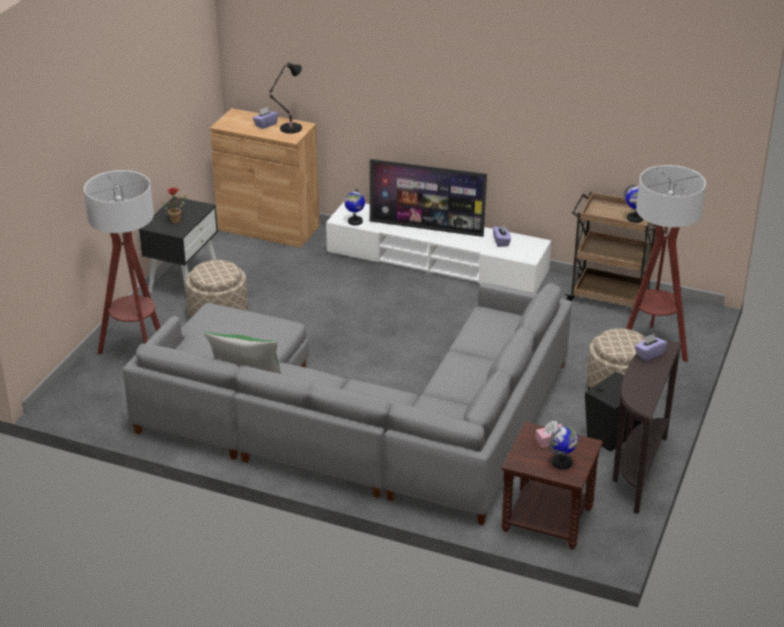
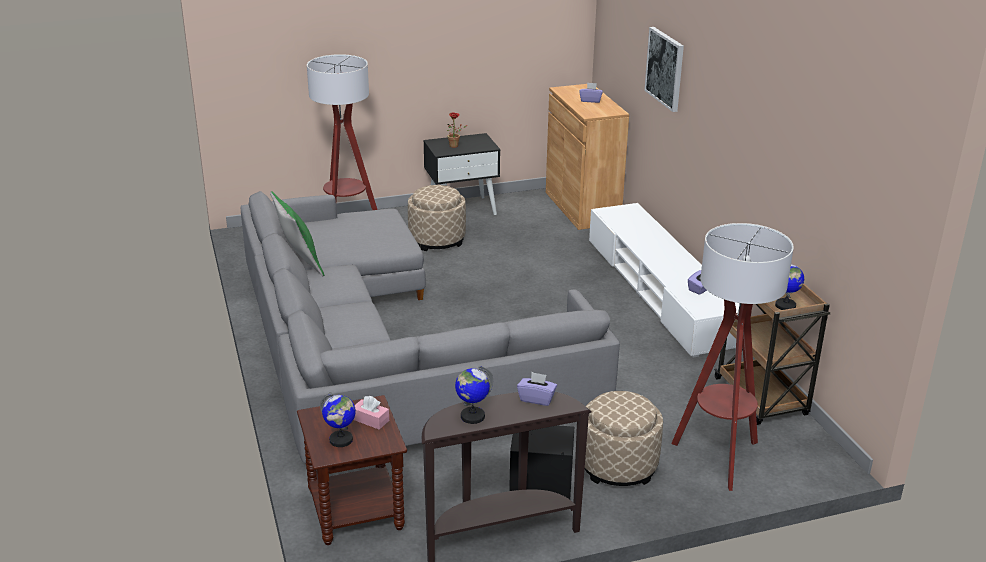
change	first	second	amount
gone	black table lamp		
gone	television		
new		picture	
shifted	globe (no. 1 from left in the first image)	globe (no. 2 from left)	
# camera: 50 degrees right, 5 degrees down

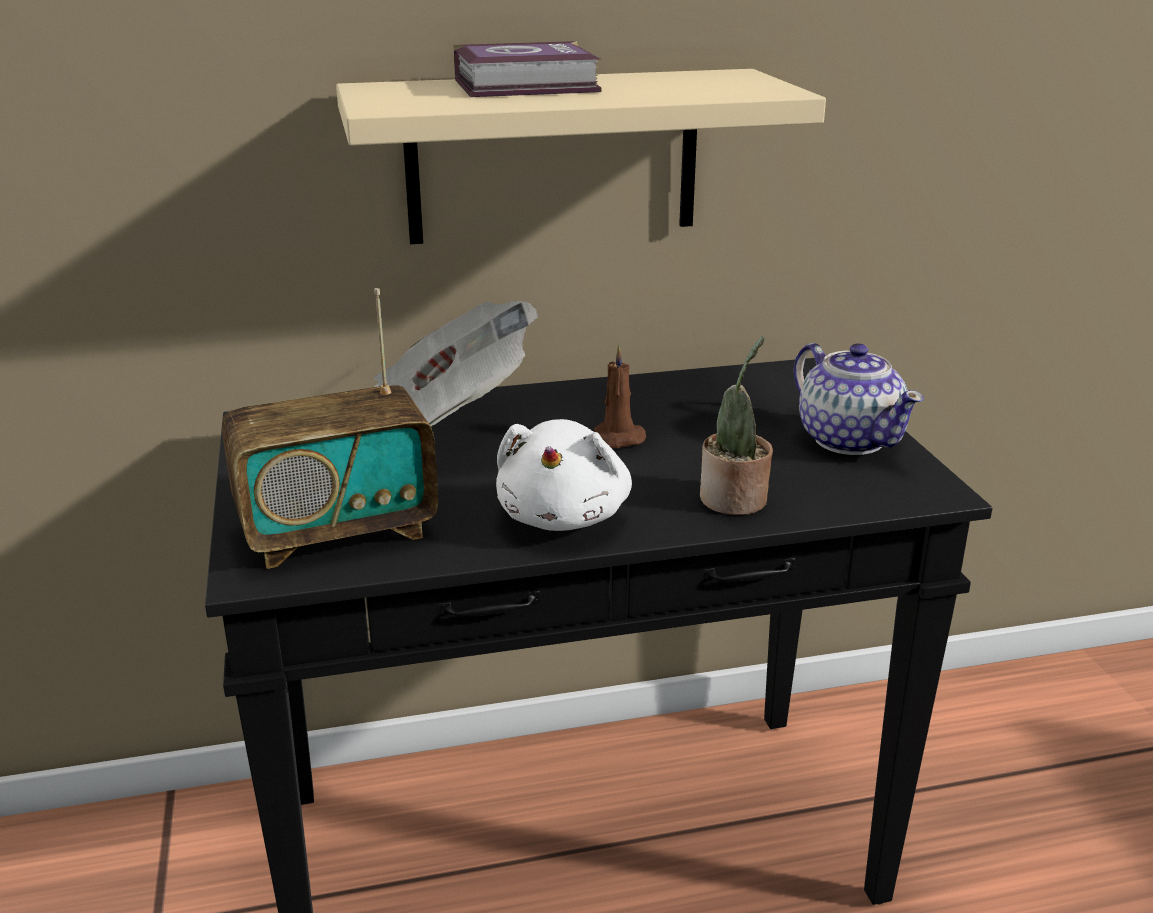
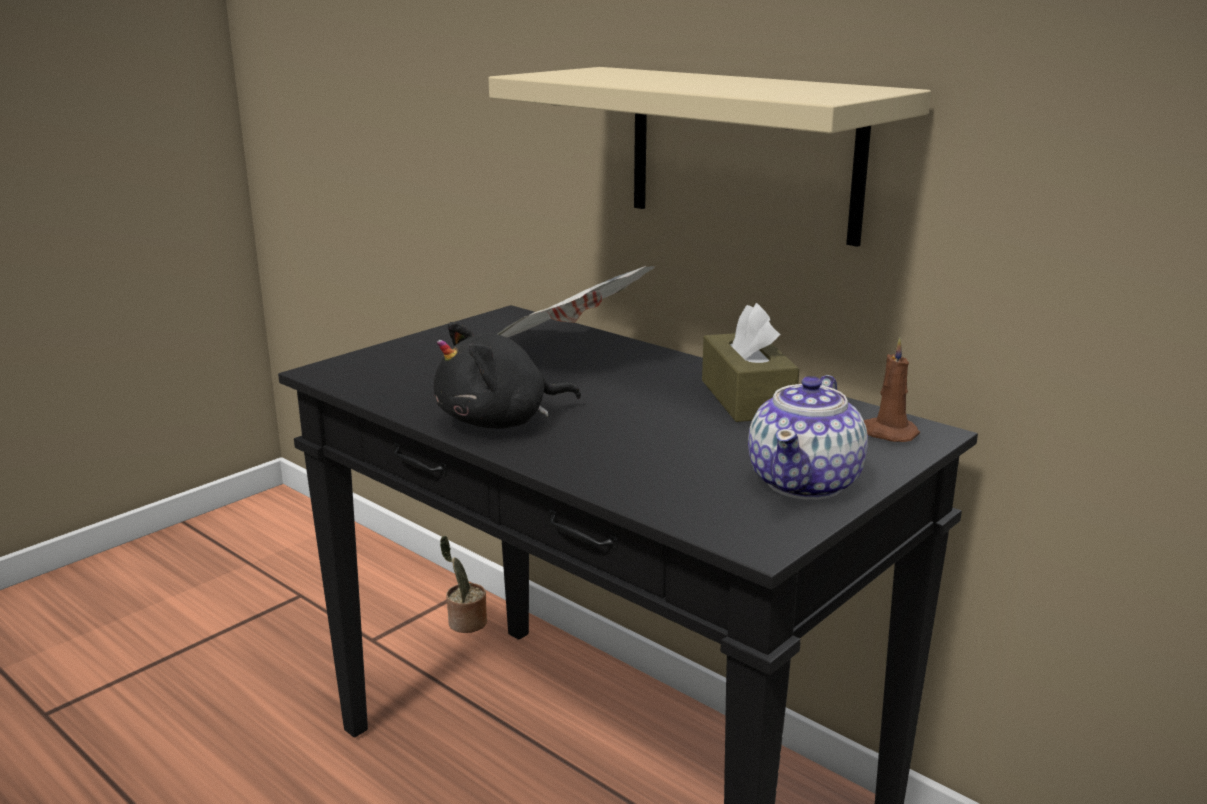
change	first	second	amount
gone	radio		
gone	book		
new		brown tissue box	
shifted	brown candle		
shifted	potted plant		
repainted	white plush toy	black plush toy	
# camera: 55 degrees right, 5 degrees down

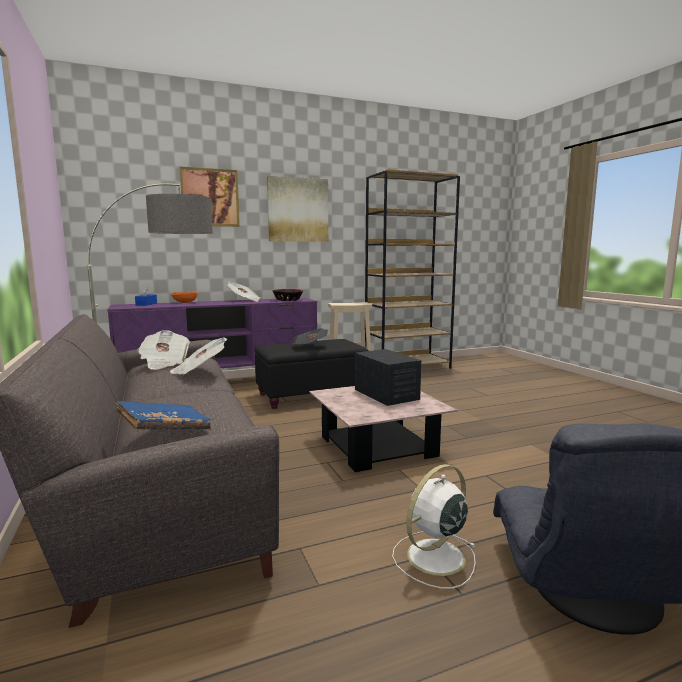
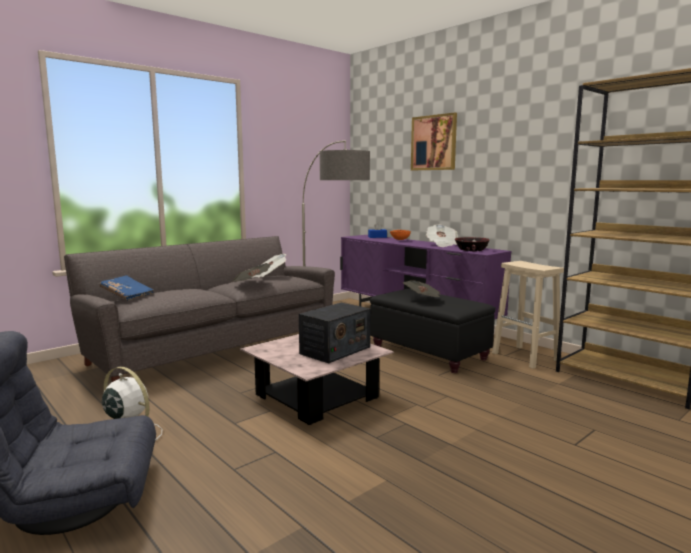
change	first	second	amount
gone	picture (no. 2 from left)		
# camera: 70 degrees right, 0 degrees up

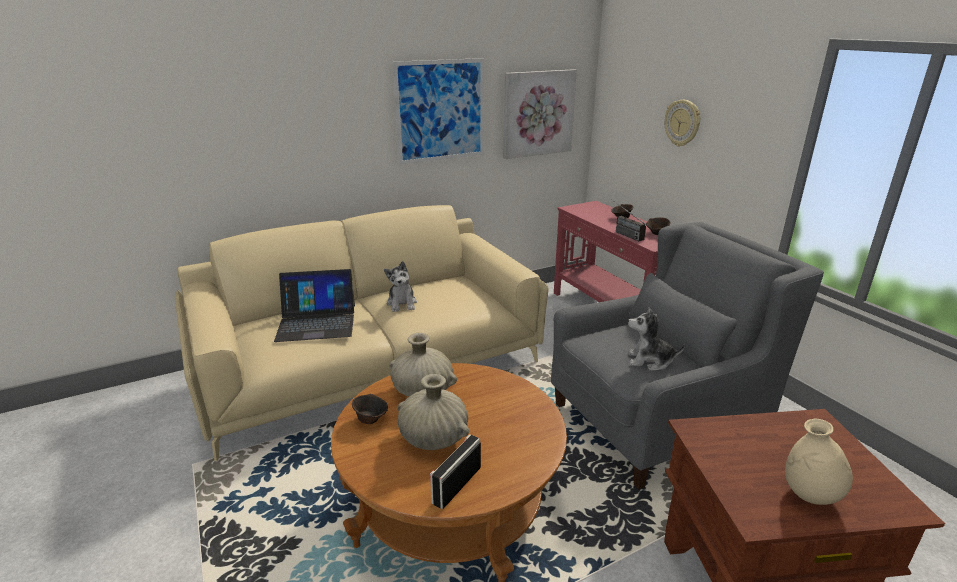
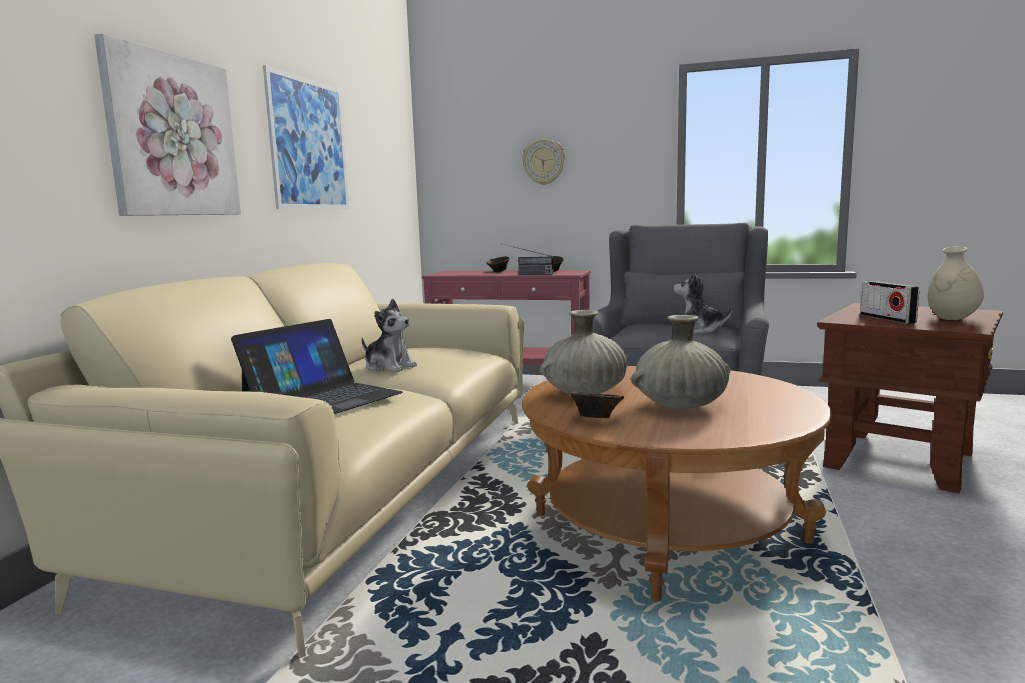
change	first	second	amount
shifted	radio (no. 1 from left in the first image)	radio (no. 2 from left)	
shifted	picture (no. 2 from left in the first image)	picture (no. 1 from left)	
rotated	plush toy (no. 2 from left)		60 degrees clockwise
# camera: 45 degrees left, 15 degrees down

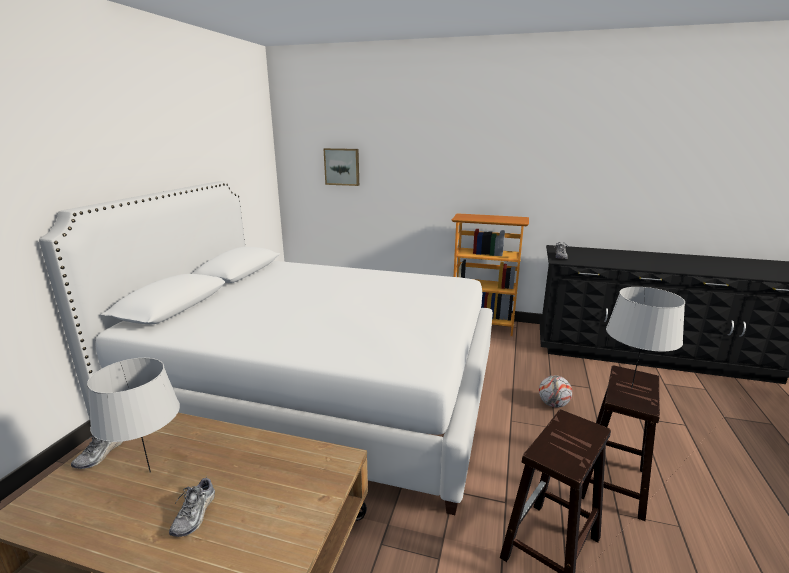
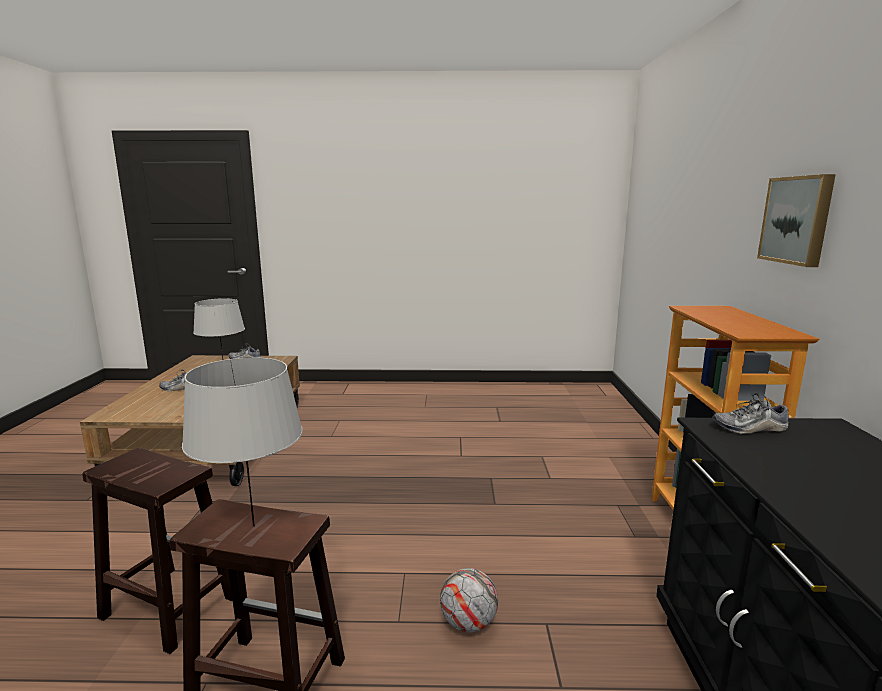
change	first	second	amount
gone	white bed		
shifted	picture		
# camera: 75 degrees right, 5 degrees down

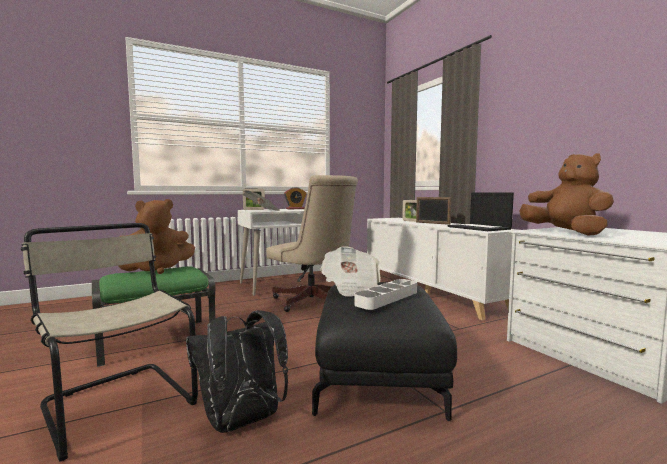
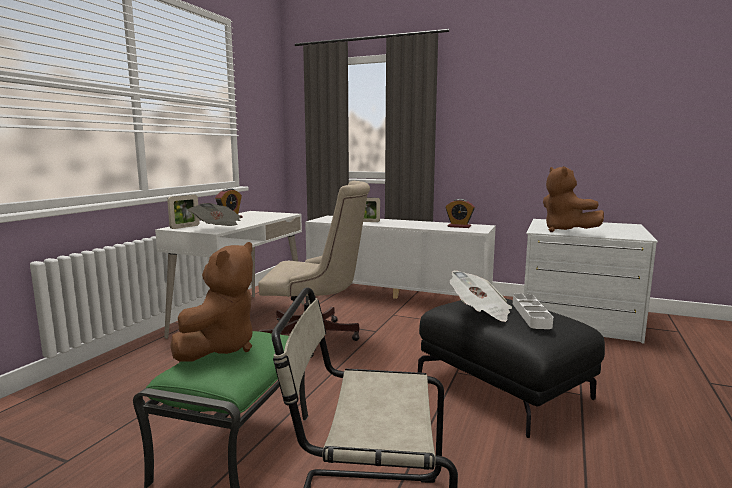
change	first	second	amount
gone	black backpack		
gone	picture frame (no. 3 from left)		
swapped	laptop	alarm clock (no. 2 from left)	
rotated	brown plush toy (no. 2 from left)		135 degrees counterclockwise
# camera: 40 degrees left, 5 degrees up

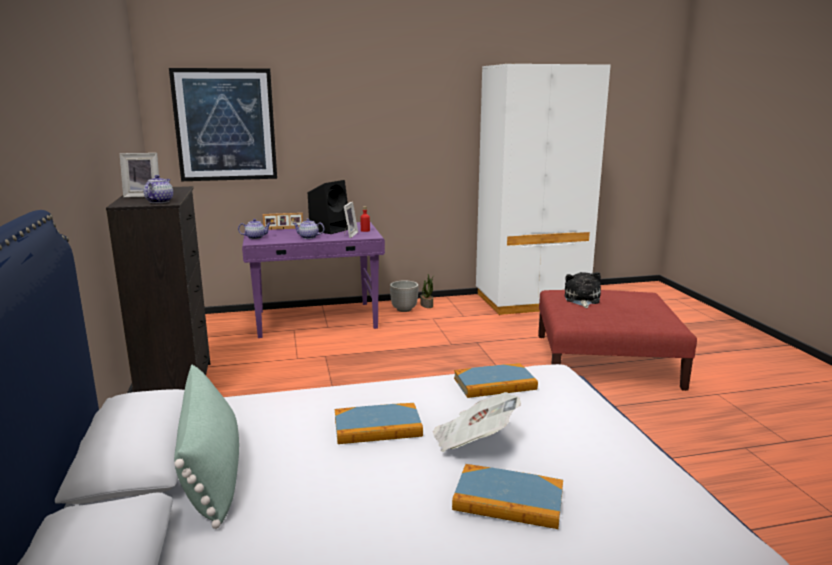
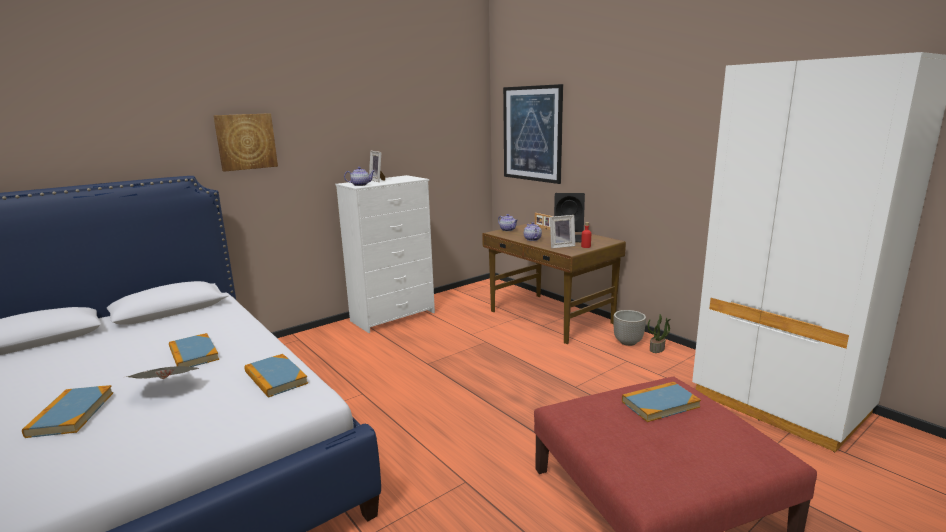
change	first	second	amount
gone	green pillow		
new		picture (no. 1 from left)	
swapped	plush toy	book (no. 4 from left)	
repainted	black dresser	white dresser	
repainted	purple desk	brown desk	
# camera: 65 degrees right, 0 degrees up

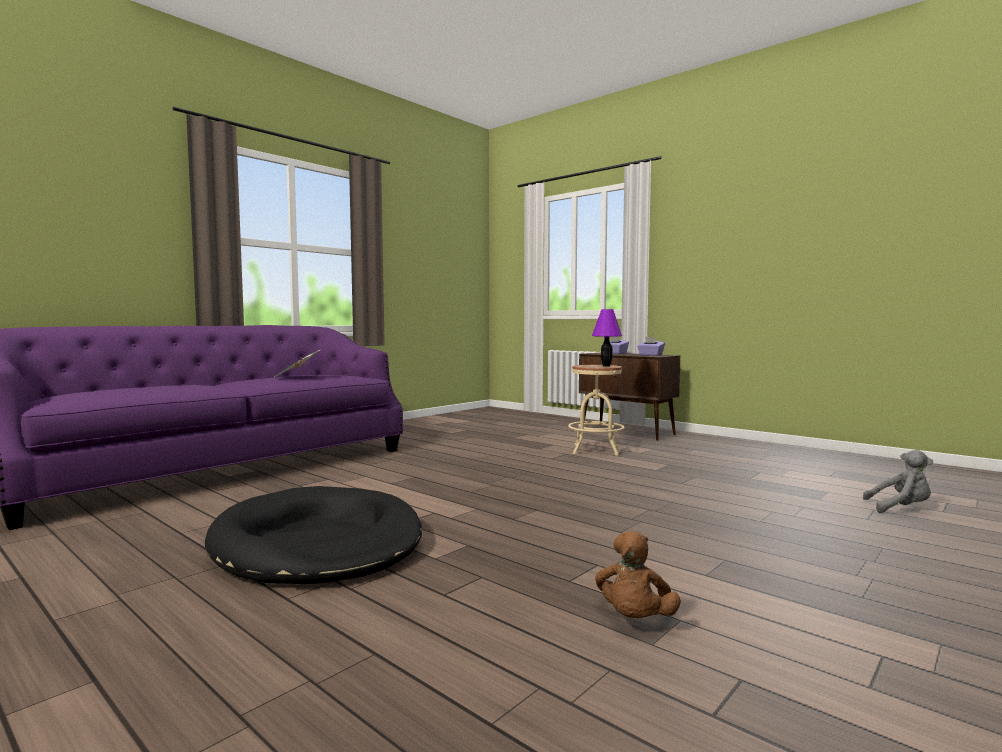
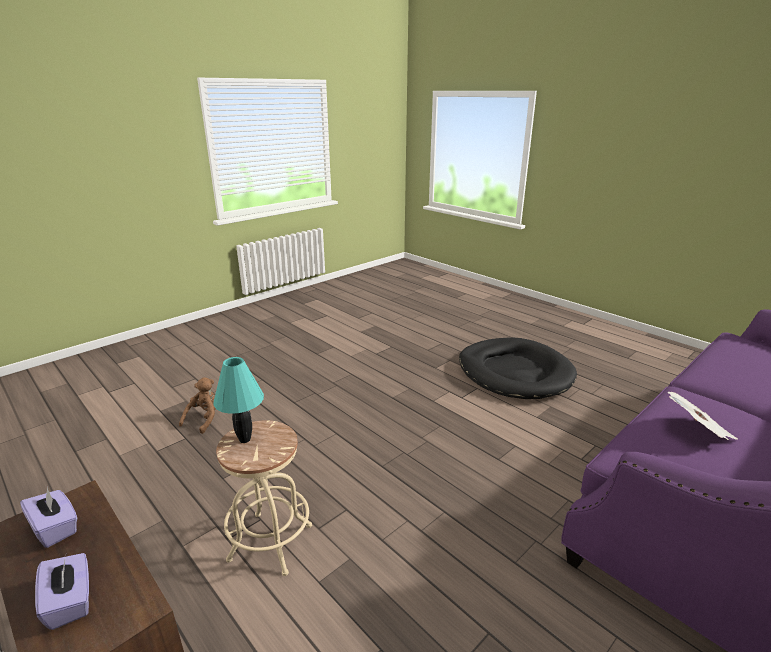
change	first	second	amount
gone	grey plush toy		
shifted	brown plush toy		
repainted	purple table lamp	turquoise table lamp	
# camera: 175 degrees left, 20 degrees up

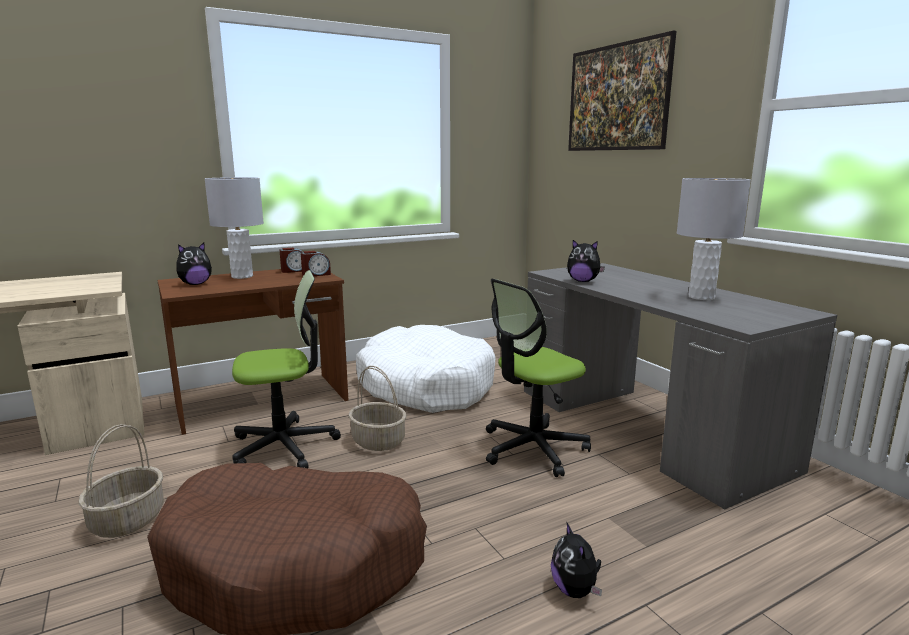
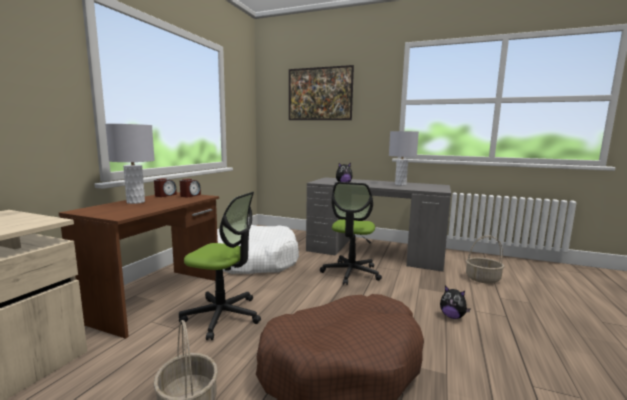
change	first	second	amount
gone	plush toy (no. 1 from left)		
shifted	basket (no. 2 from left)		
rotated	office chair (no. 1 from left)		75 degrees clockwise
# camera: 40 degrees left, 5 degrees down

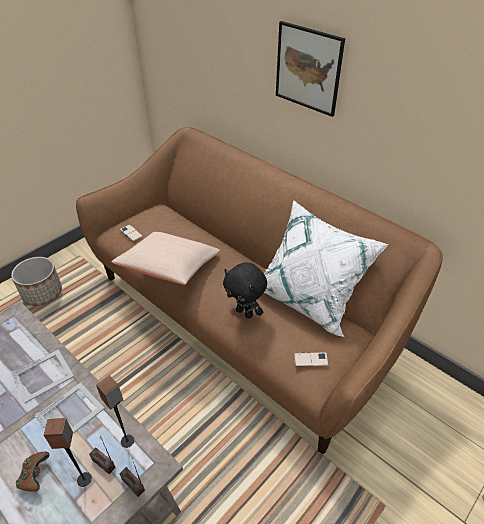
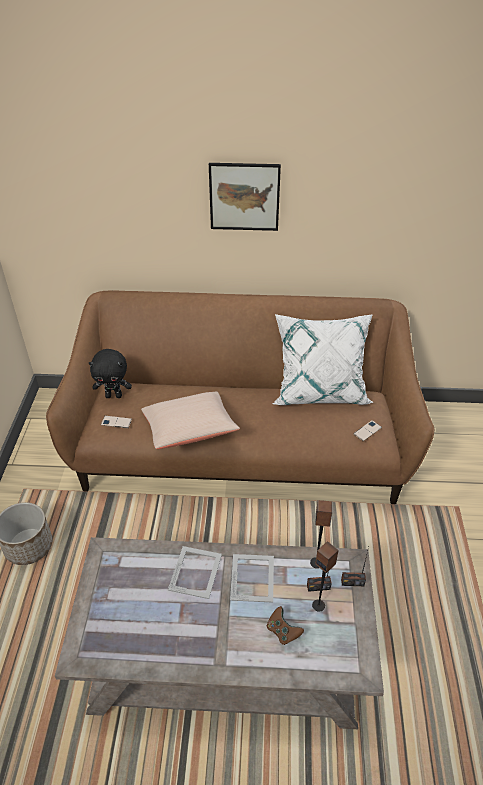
change	first	second	amount
shifted	black plush toy		
# camera: 40 degrees left, 0 degrees up

